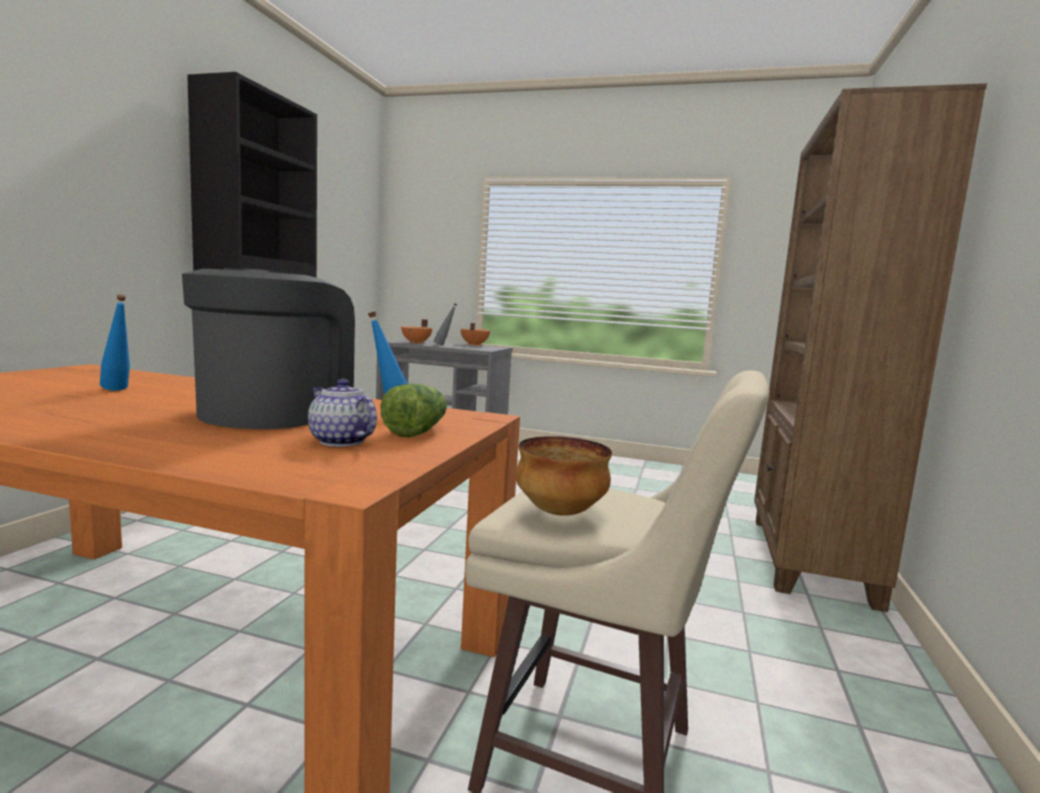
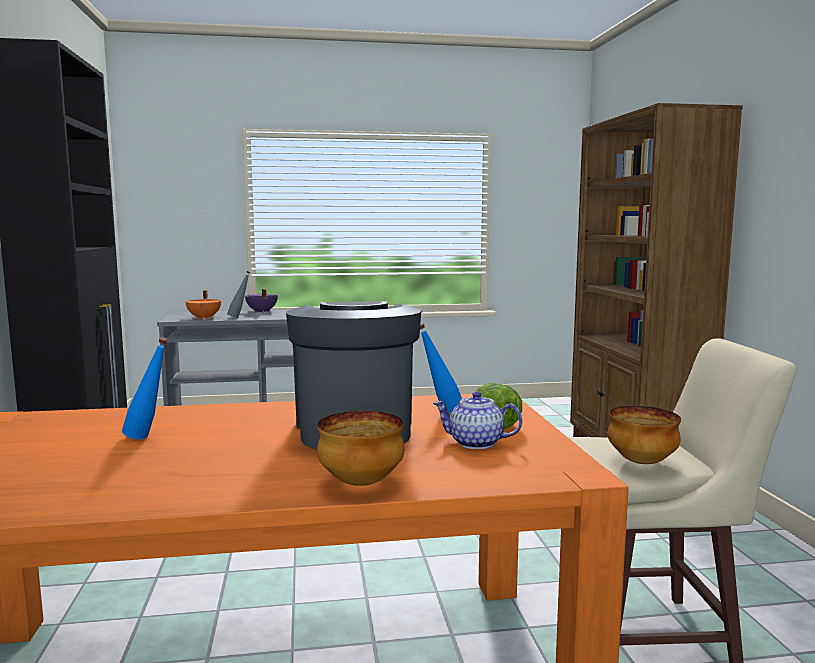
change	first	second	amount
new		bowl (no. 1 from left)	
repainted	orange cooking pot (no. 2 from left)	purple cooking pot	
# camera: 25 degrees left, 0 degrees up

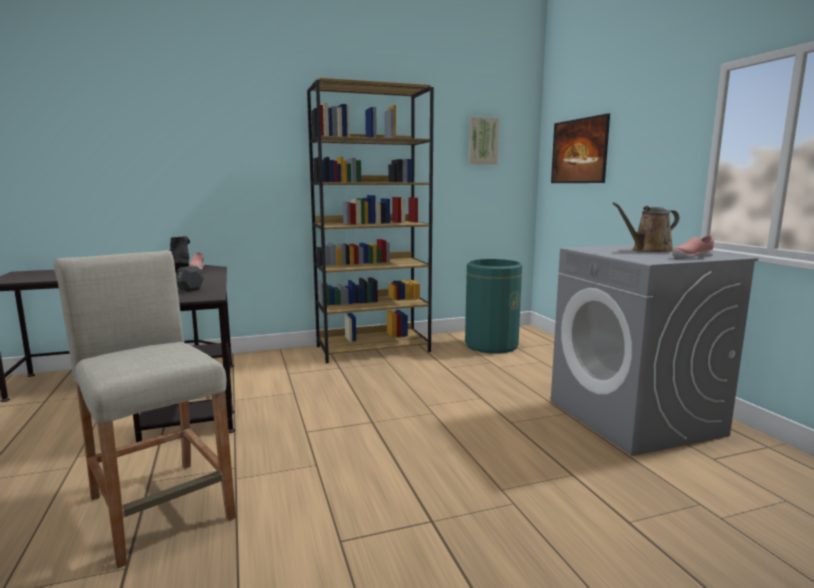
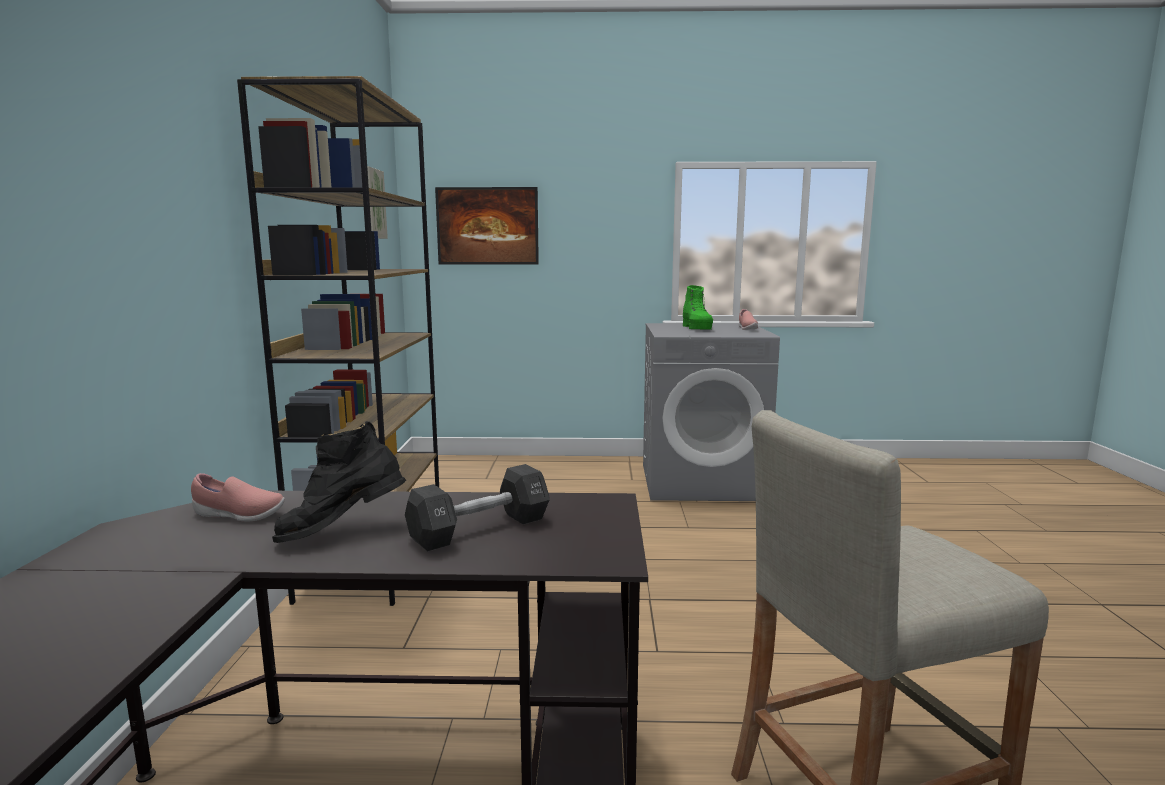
change	first	second	amount
gone	green trash can		
swapped	brown watering can	green boot	
# camera: 70 degrees left, 0 degrees up

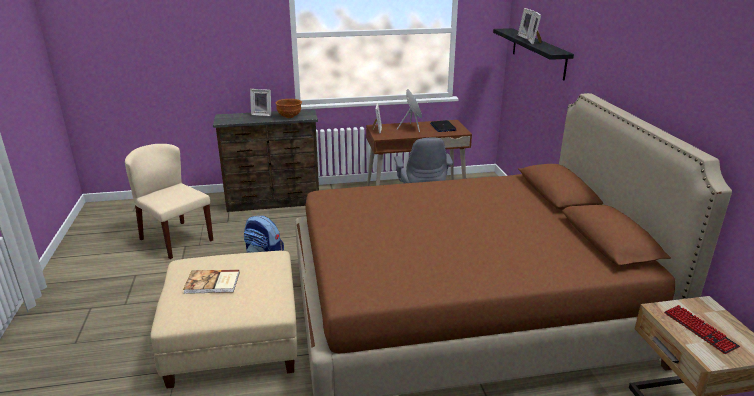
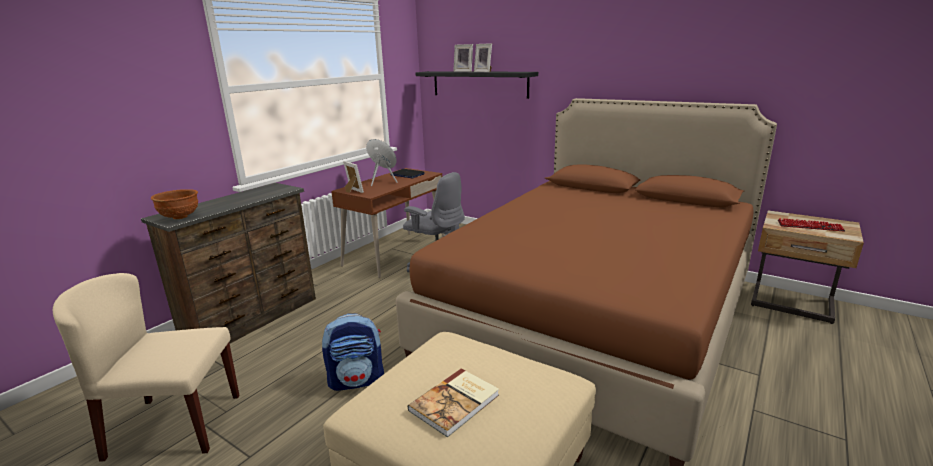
change	first	second	amount
gone	picture frame (no. 1 from left)		
shifted	brown bowl		
# camera: 45 degrees left, 5 degrees down

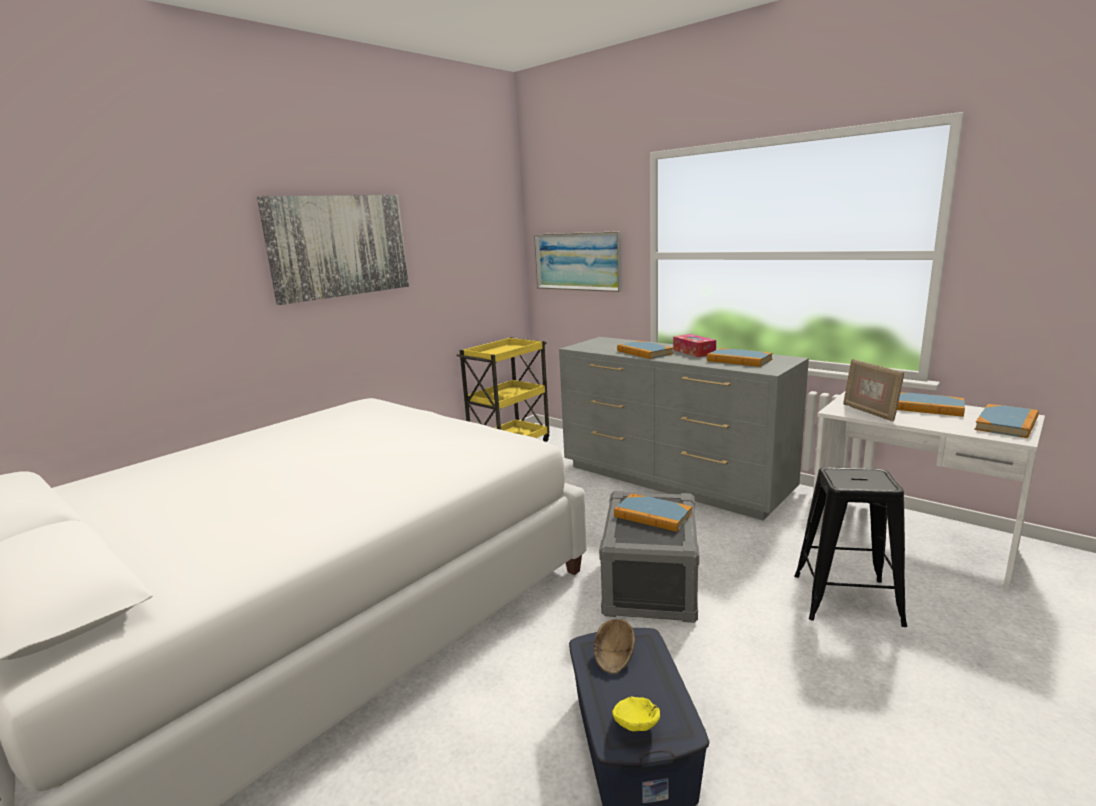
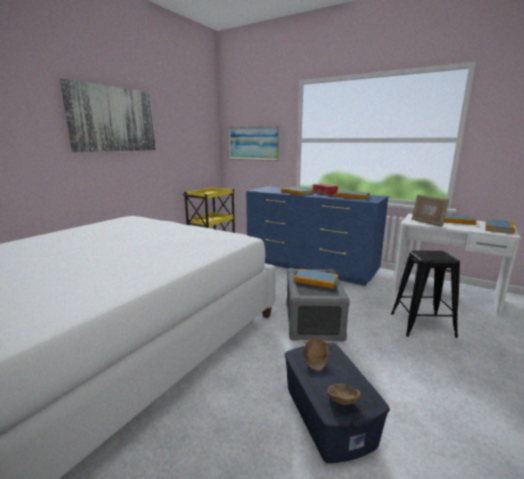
change	first	second	amount
repainted	grey dresser	blue dresser	
repainted	yellow bowl	brown bowl (no. 2 from left)	
# camera: 10 degrees left, 0 degrees up

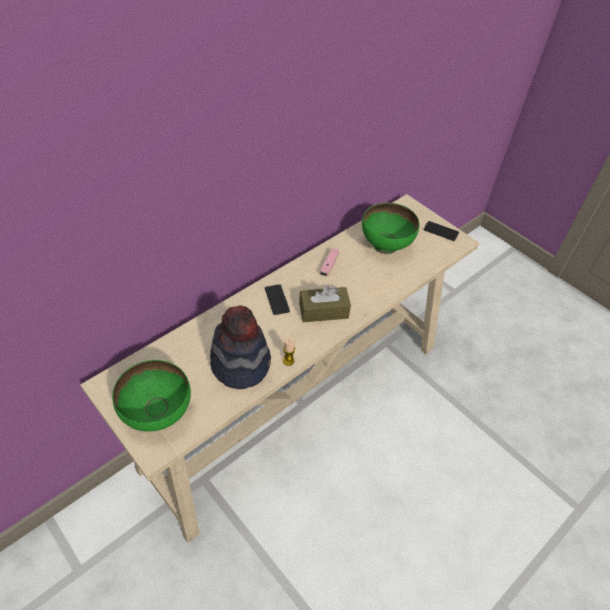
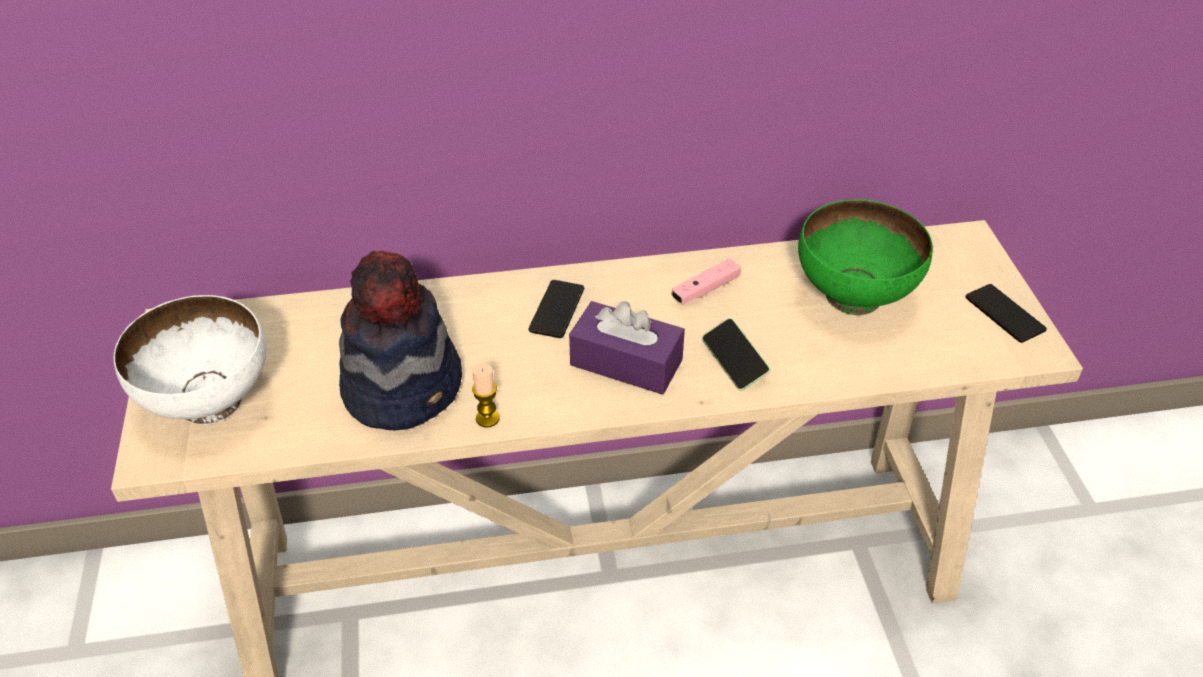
change	first	second	amount
new		phone (no. 2 from left)	
repainted	green bowl (no. 1 from left)	white bowl	
repainted	brown tissue box	purple tissue box	
# camera: 35 degrees right, 5 degrees down

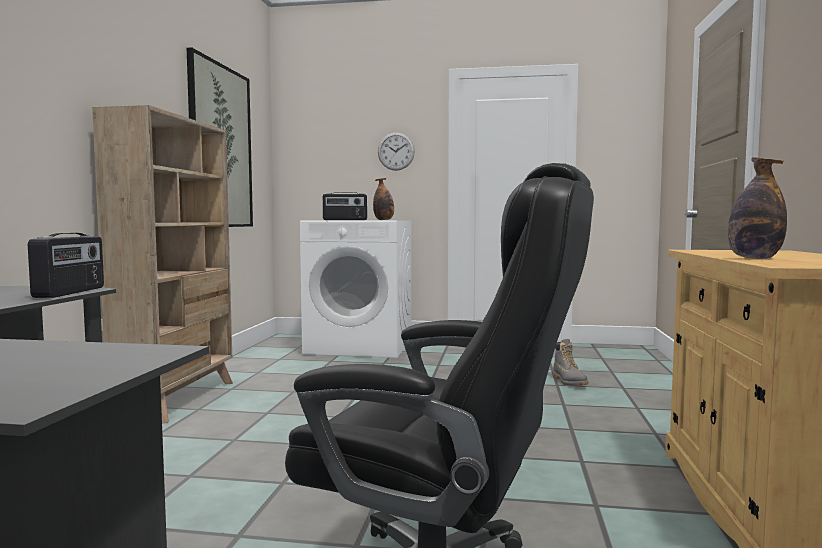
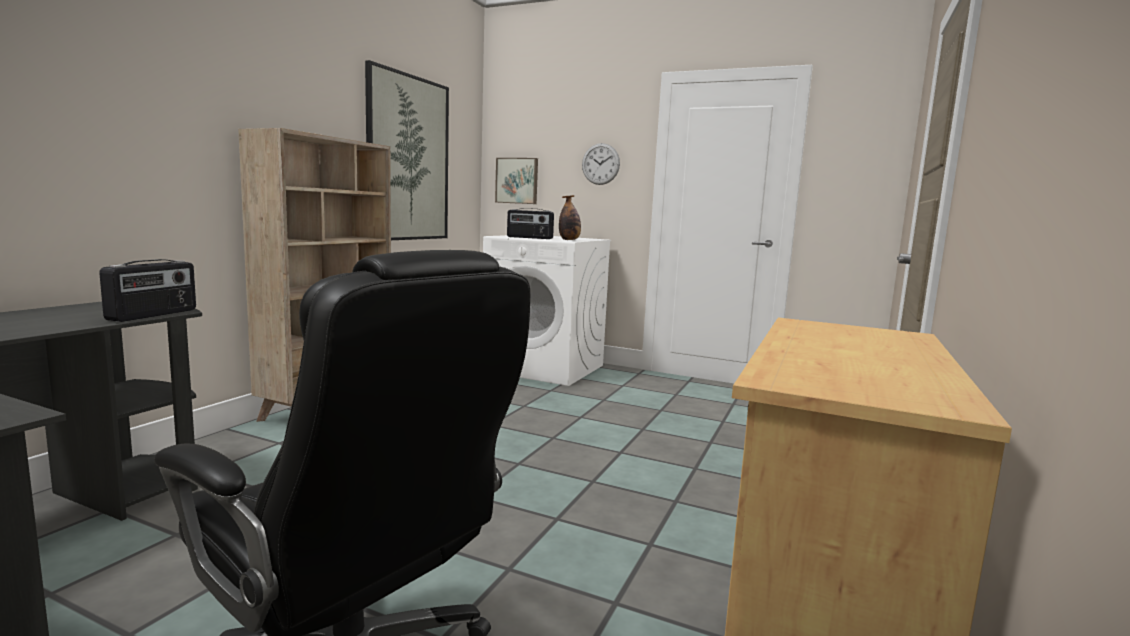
change	first	second	amount
gone	grey boot		
gone	bottle (no. 2 from left)		
new		picture (no. 2 from left)	
# camera: 15 degrees right, 5 degrees up

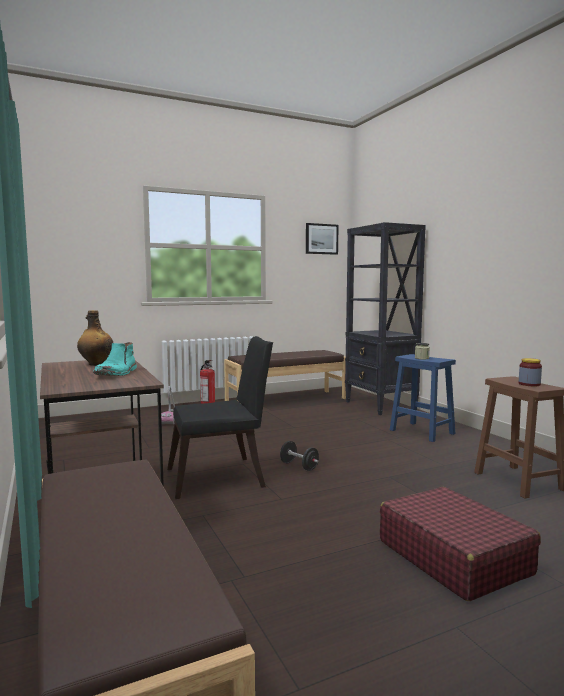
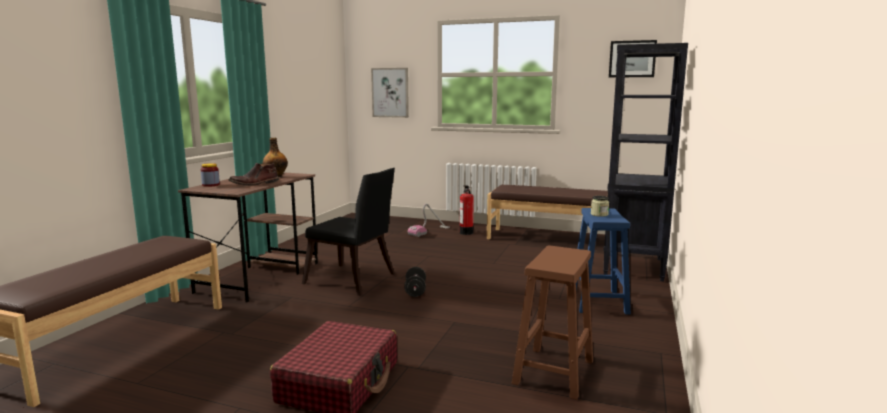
change	first	second	amount
new		picture (no. 1 from left)	
shifted	jar (no. 2 from left in the first image)	jar (no. 1 from left)	
repainted	turquoise boot	brown boot	
# camera: 45 degrees right, 5 degrees up

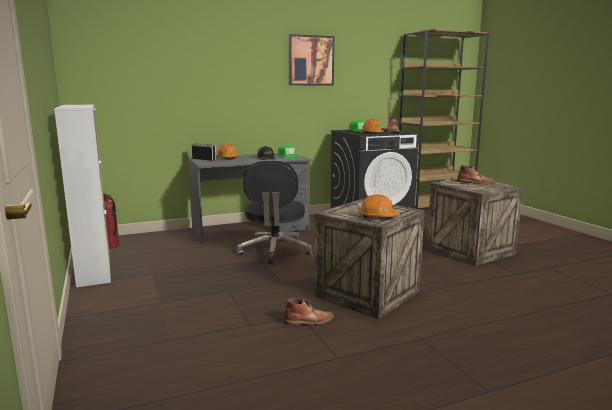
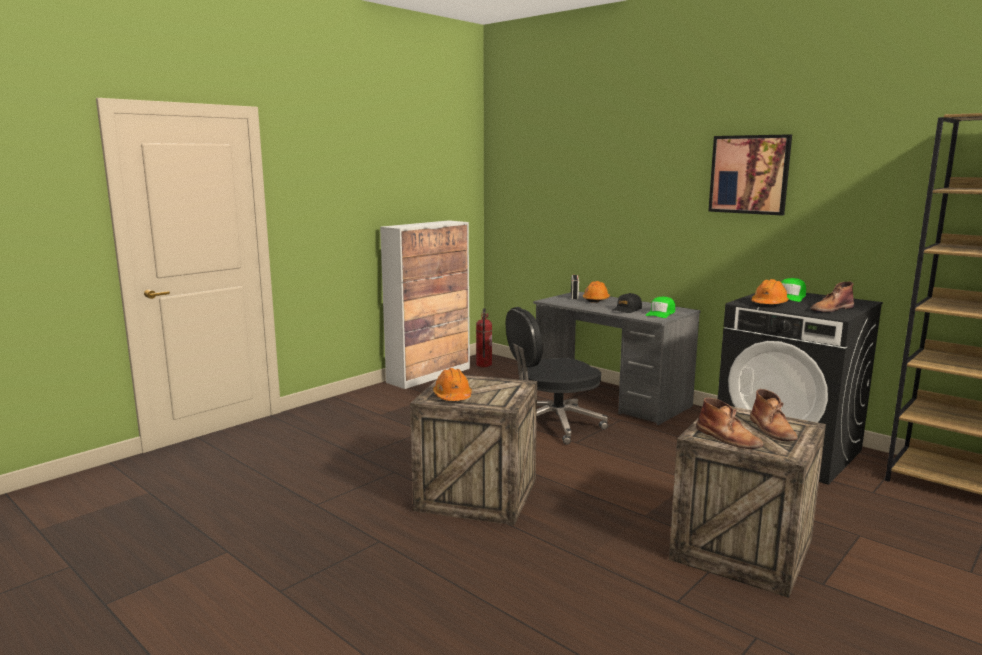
change	first	second	amount
shifted	brown boot (no. 1 from left)		
# camera: 65 degrees right, 0 degrees up

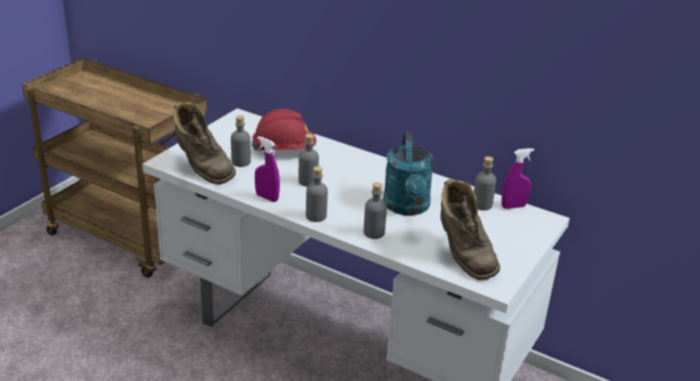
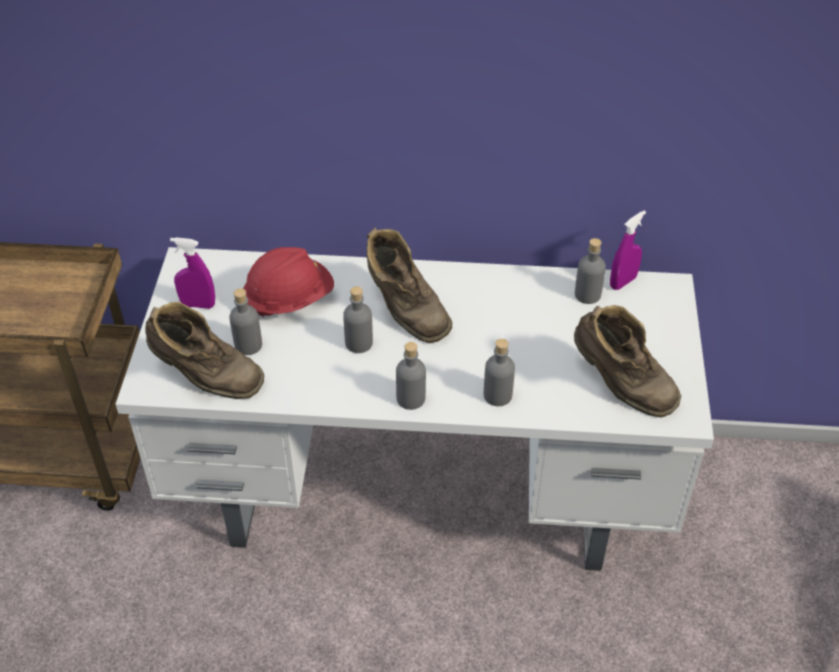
change	first	second	amount
gone	turquoise watering can		
new		brown boot (no. 2 from left)	
shifted	purple spray bottle (no. 1 from left)		
# camera: 25 degrees left, 15 degrees up

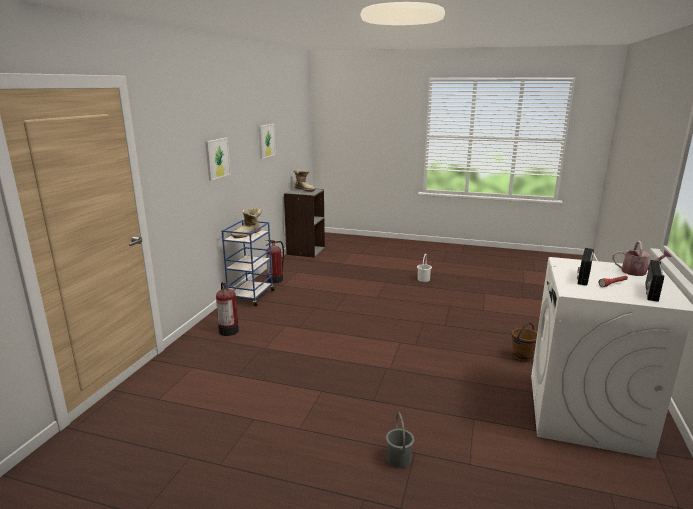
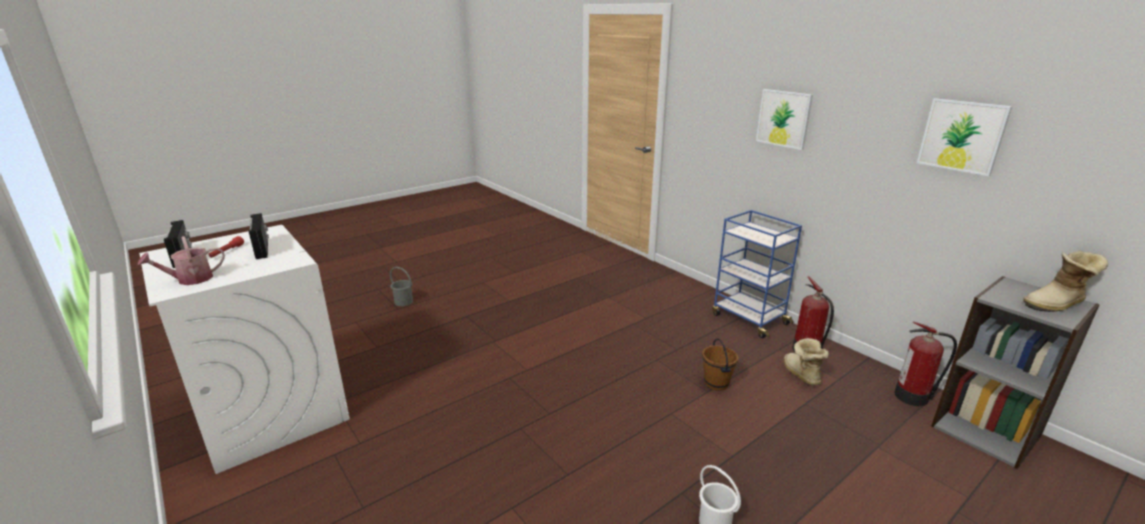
change	first	second	amount
shifted	fire extinguisher (no. 1 from left in the first image)	fire extinguisher (no. 2 from left)	
shifted	boot (no. 1 from left)		
shifted	brown bucket		
# camera: 125 degrees right, 5 degrees up

